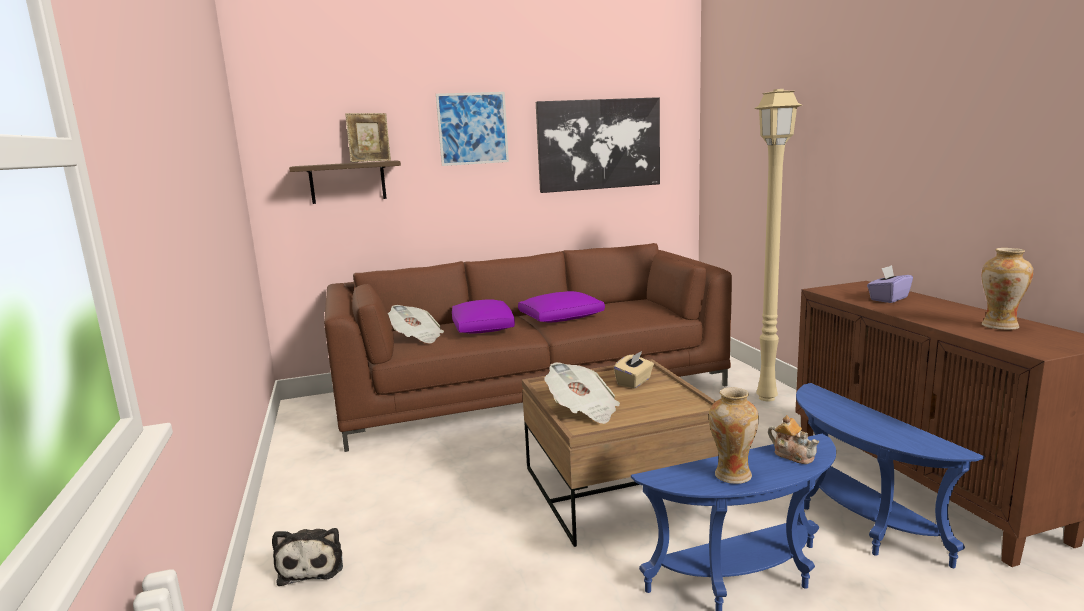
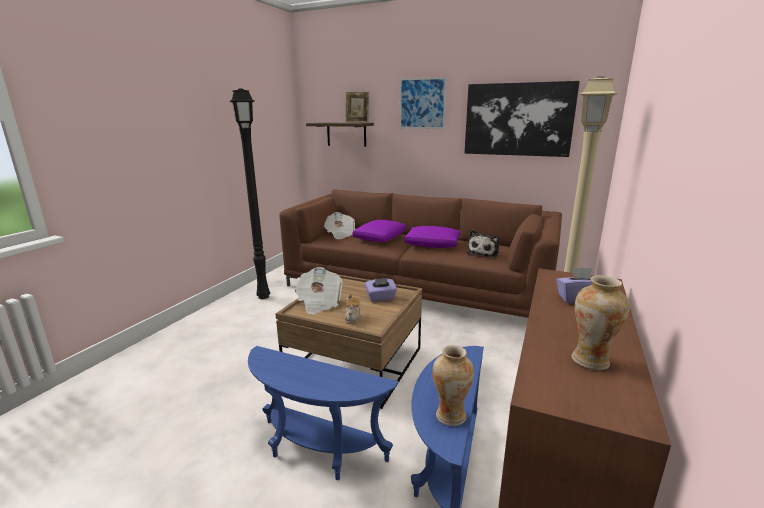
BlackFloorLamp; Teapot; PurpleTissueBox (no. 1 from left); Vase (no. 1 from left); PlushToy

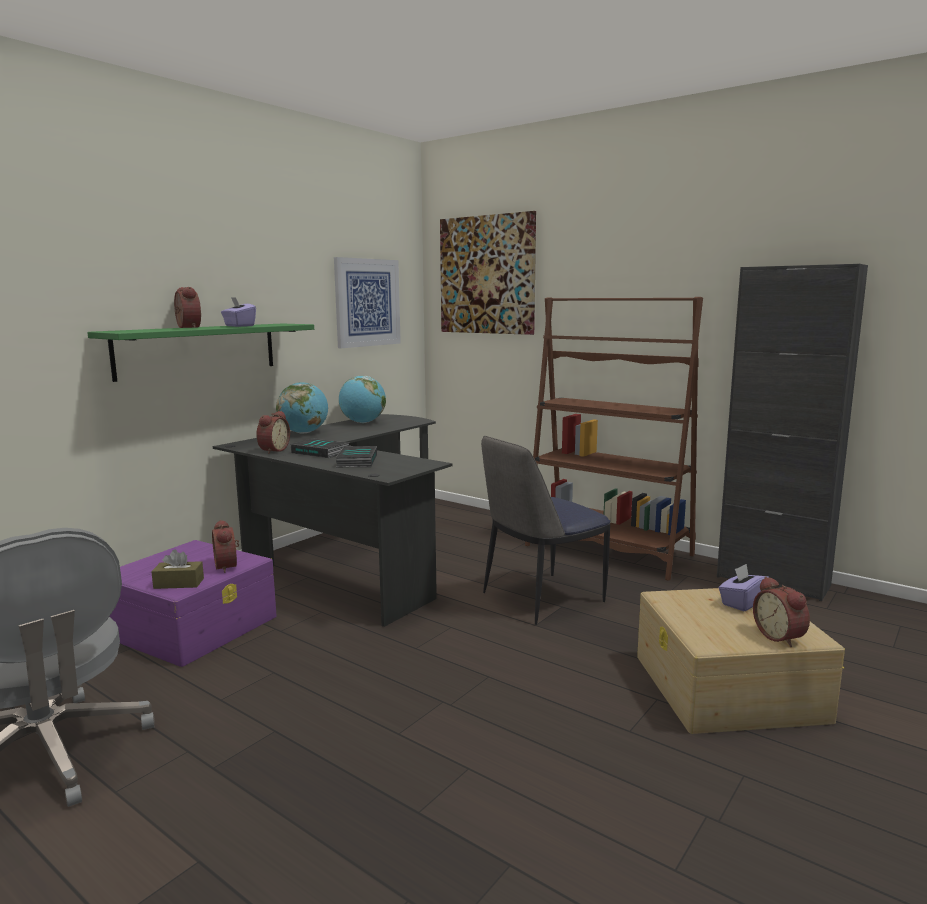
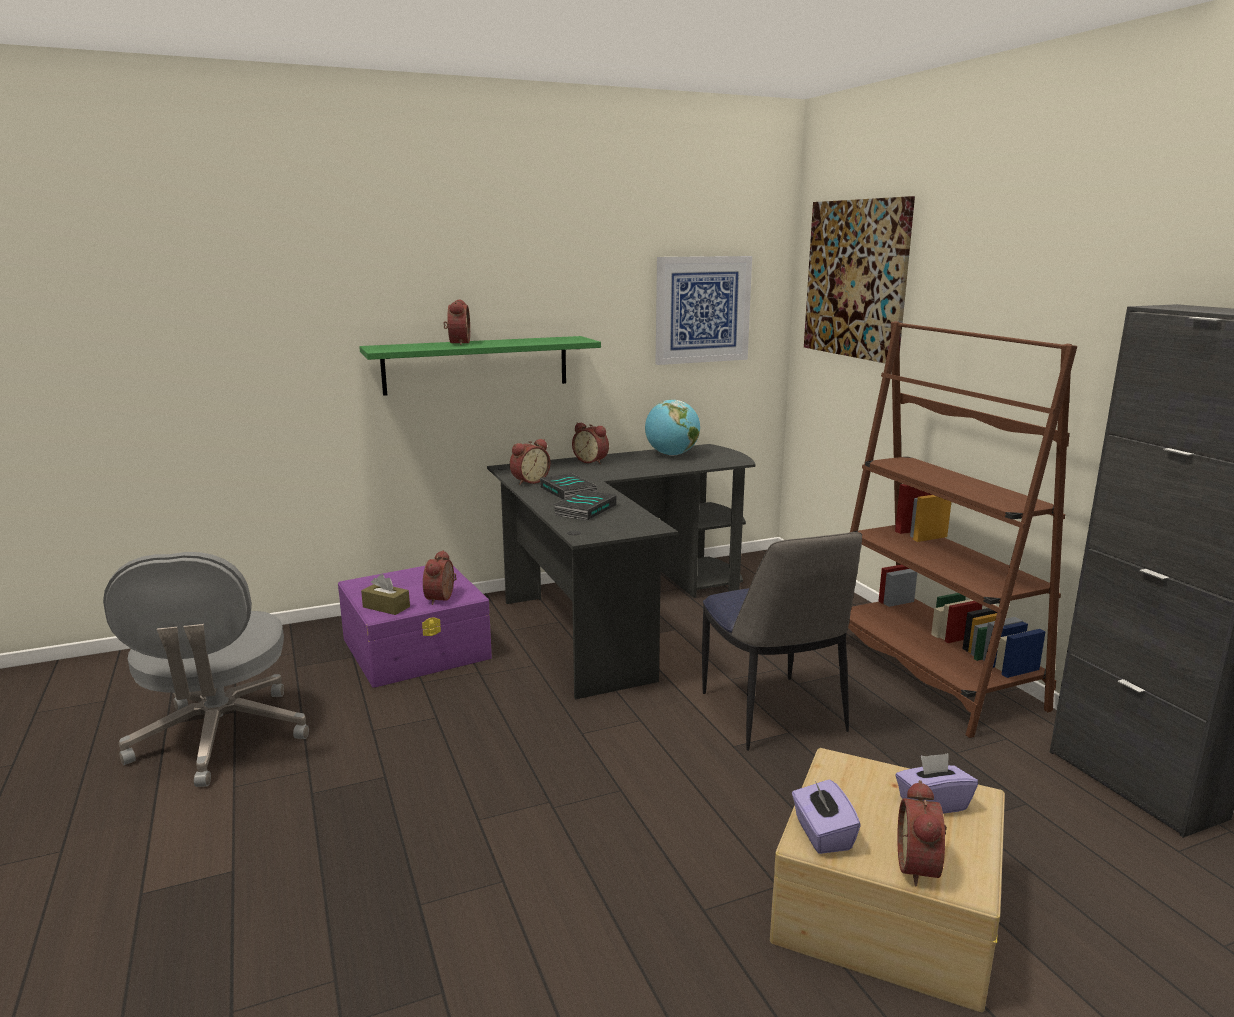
AlarmClock (no. 4 from left); Chair; PurpleTissueBox (no. 1 from left)

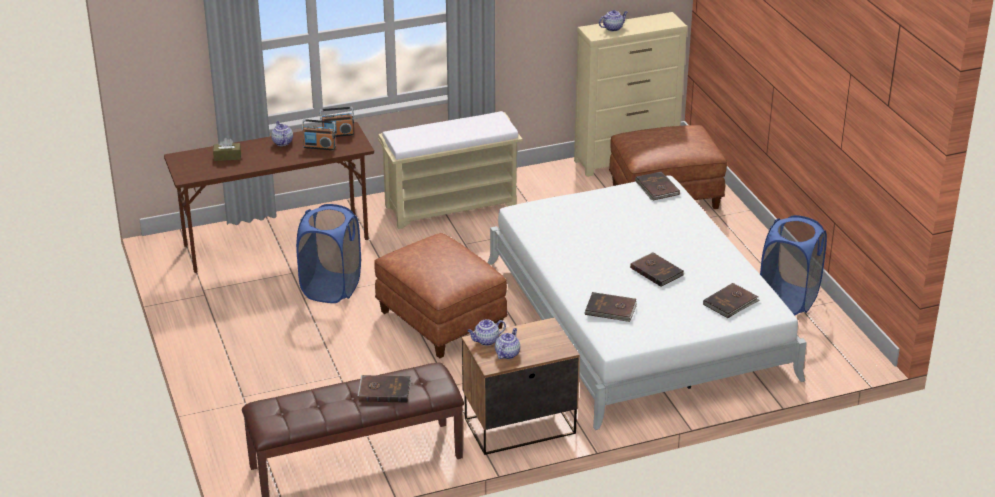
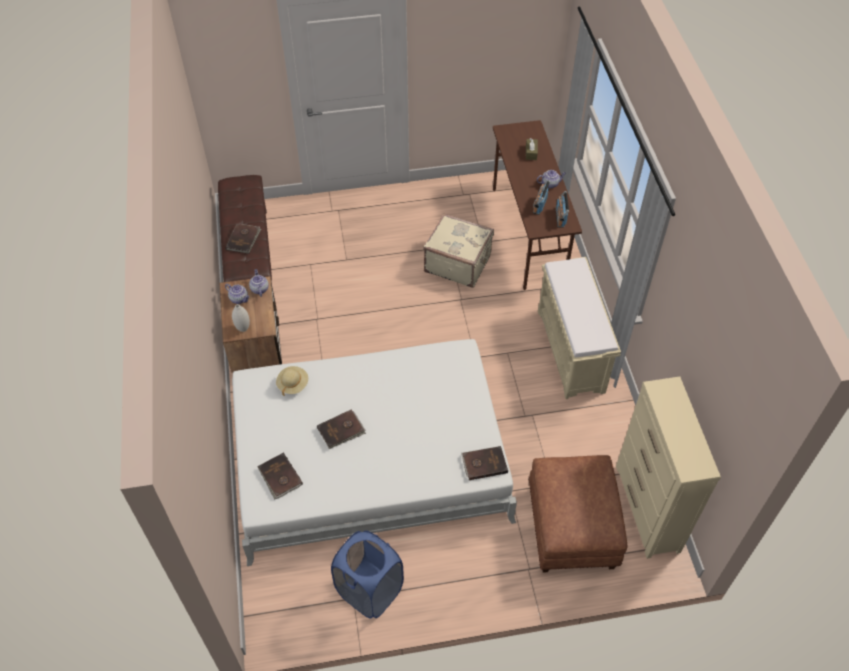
WhiteVase; BeigeHat; BeigeSuitcase; BrownOttoman (no. 1 from left in the first image); Teapot (no. 4 from left in the first image)

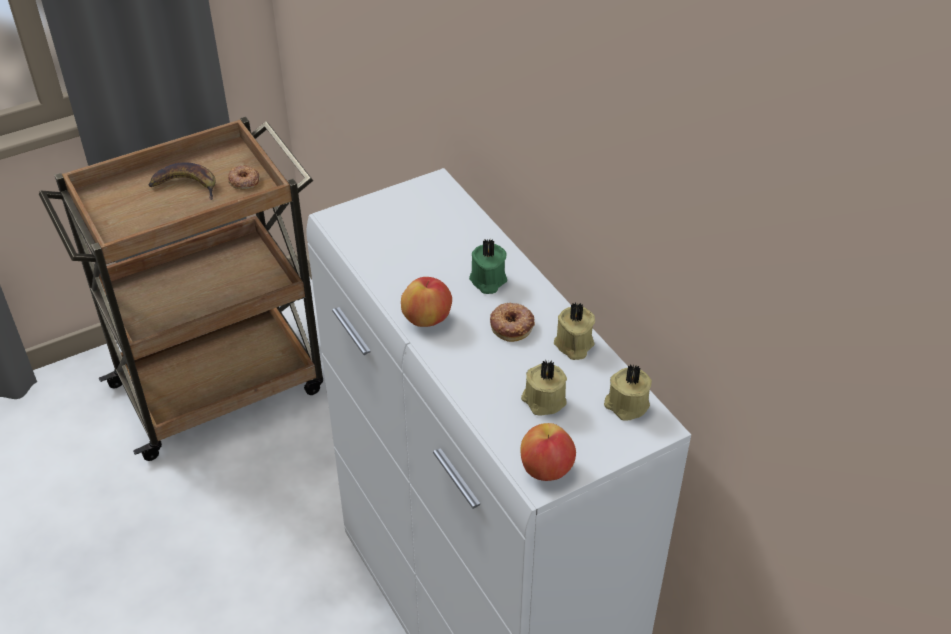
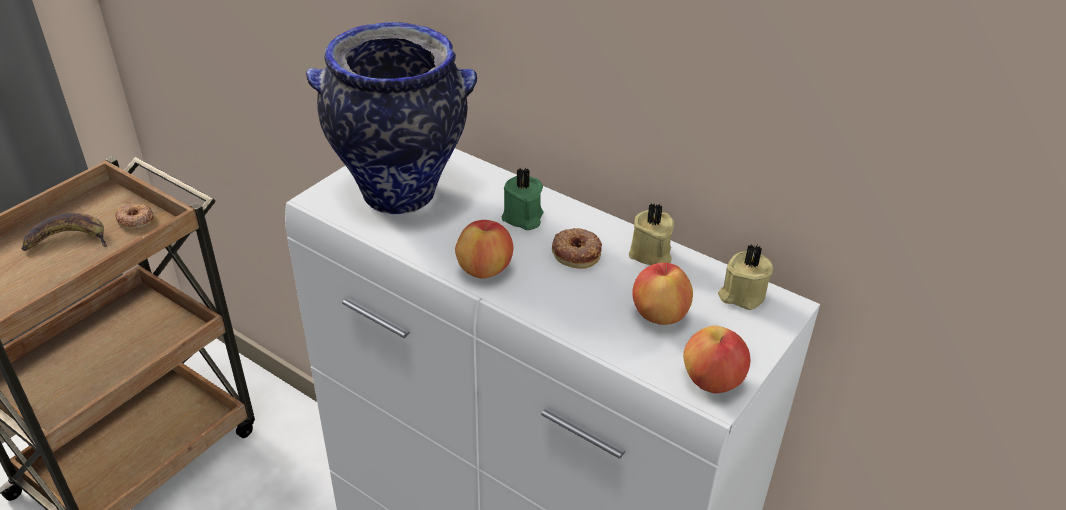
Vase; Apple (no. 2 from left)

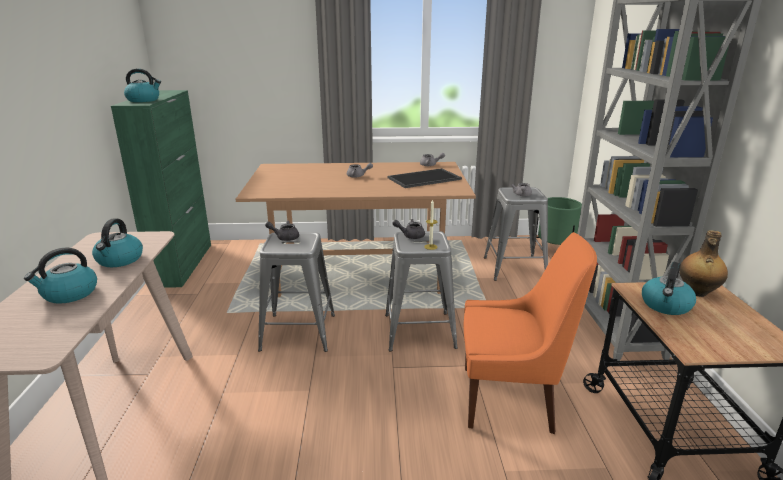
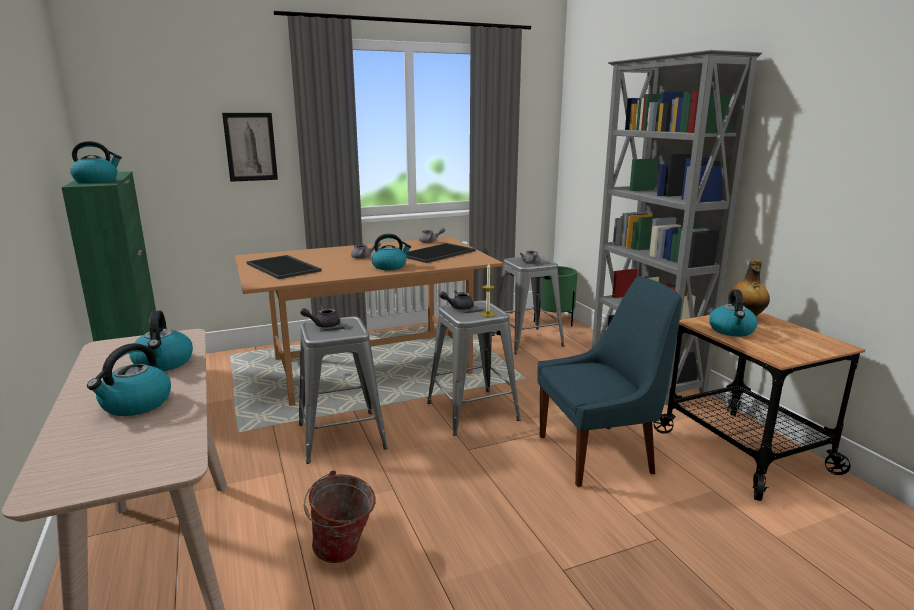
Picture; Tray (no. 1 from left); Bucket; Kettle (no. 4 from left); BlueChair

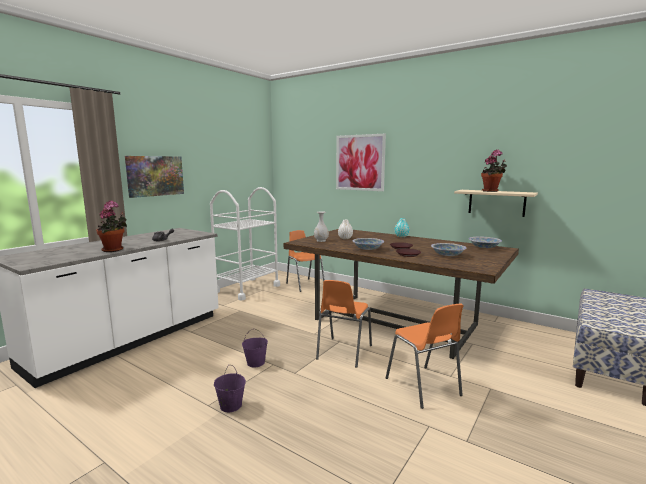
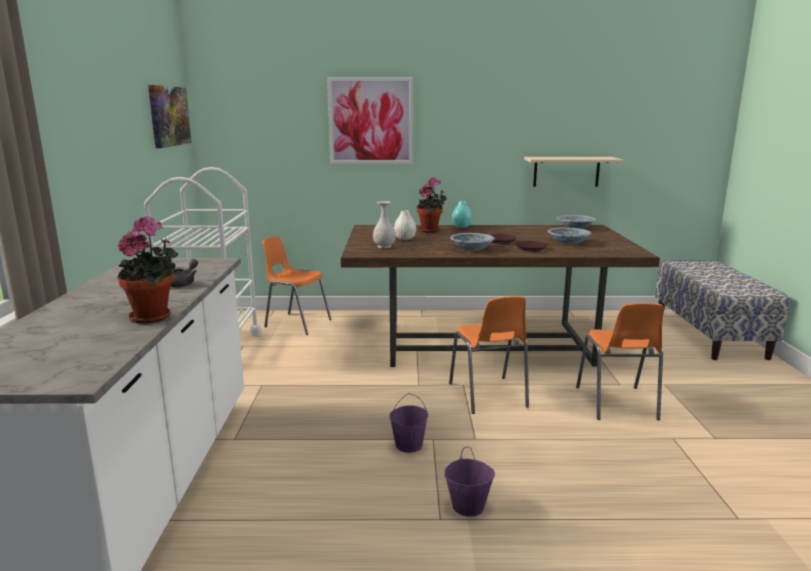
Picture (no. 1 from left); PottedPlant (no. 2 from left); OrangeChair (no. 3 from left)

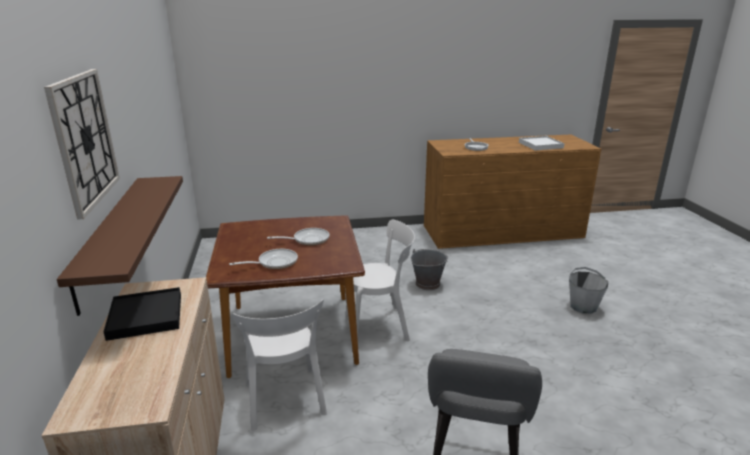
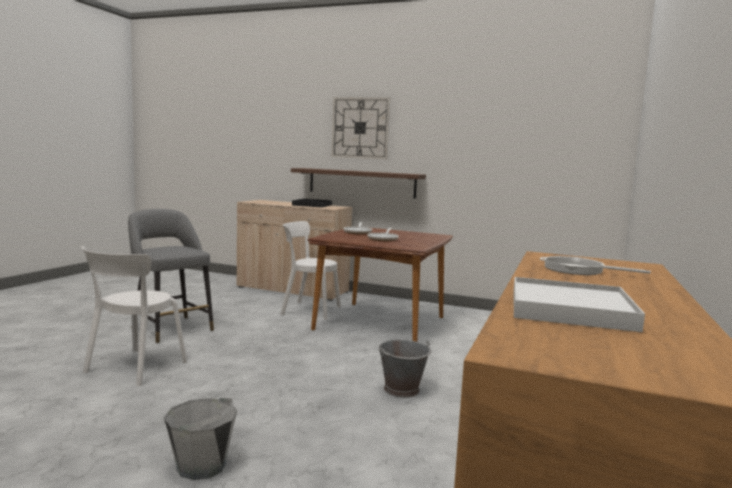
WhiteChair (no. 1 from left)

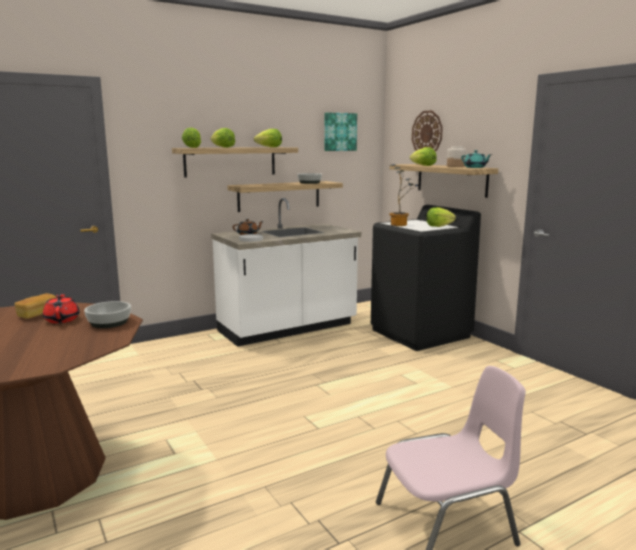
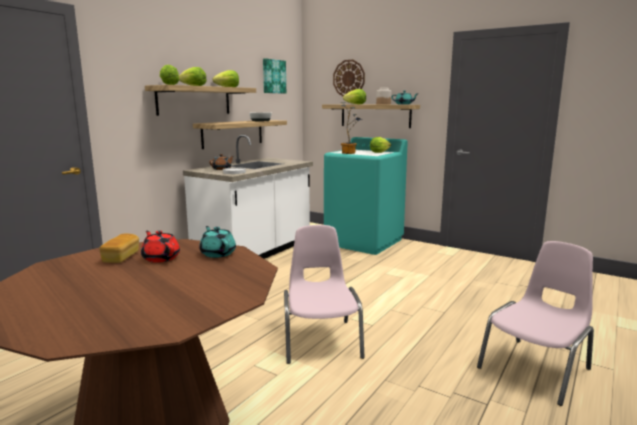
TurquoiseTeapot (no. 1 from left); PinkChair (no. 1 from left); TurquoiseWashingMachine

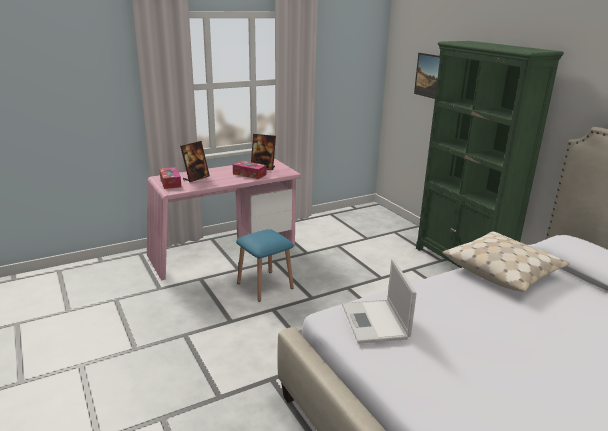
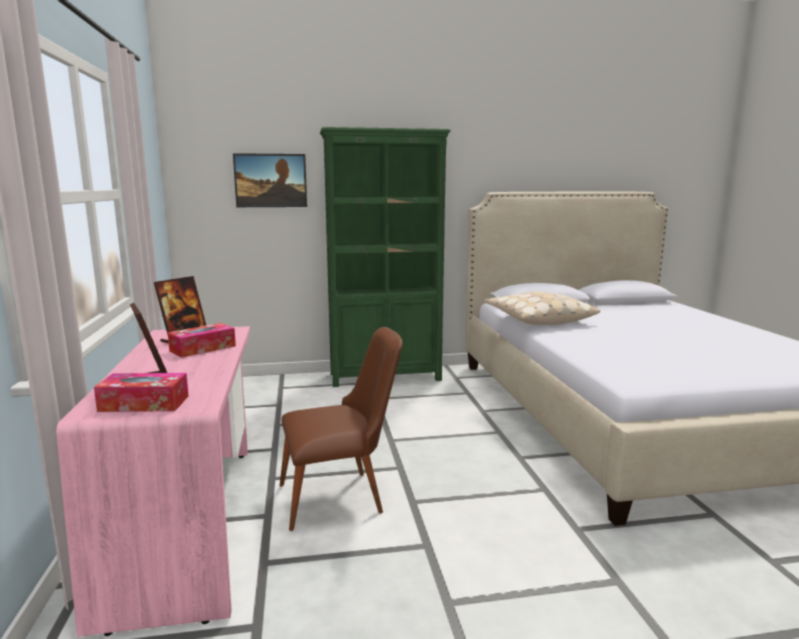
BrownChair; Laptop

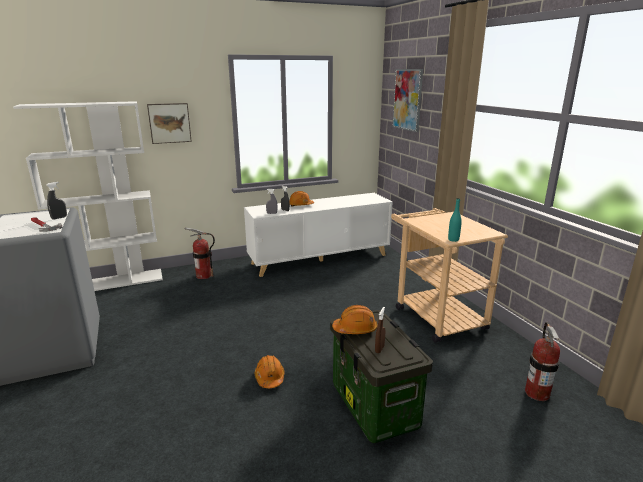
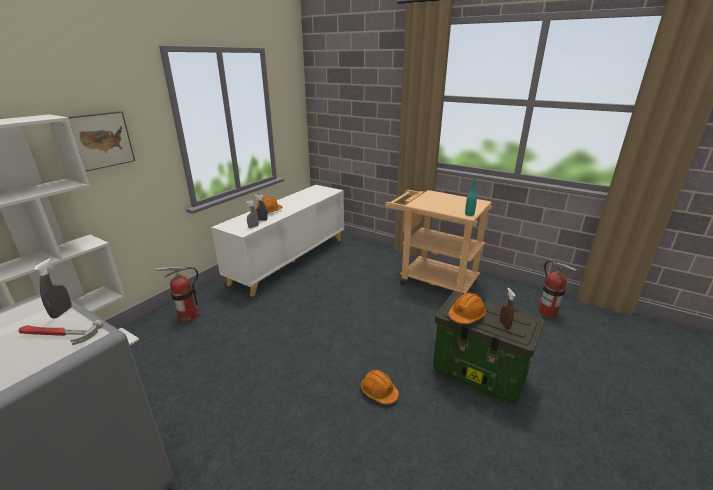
Picture (no. 2 from left in the first image)

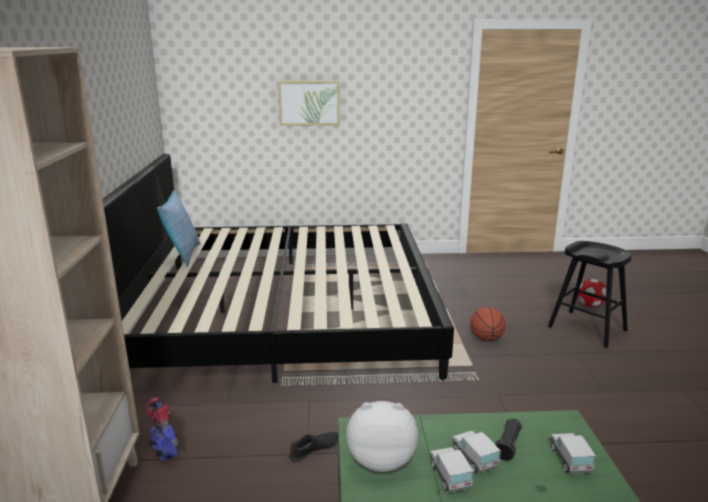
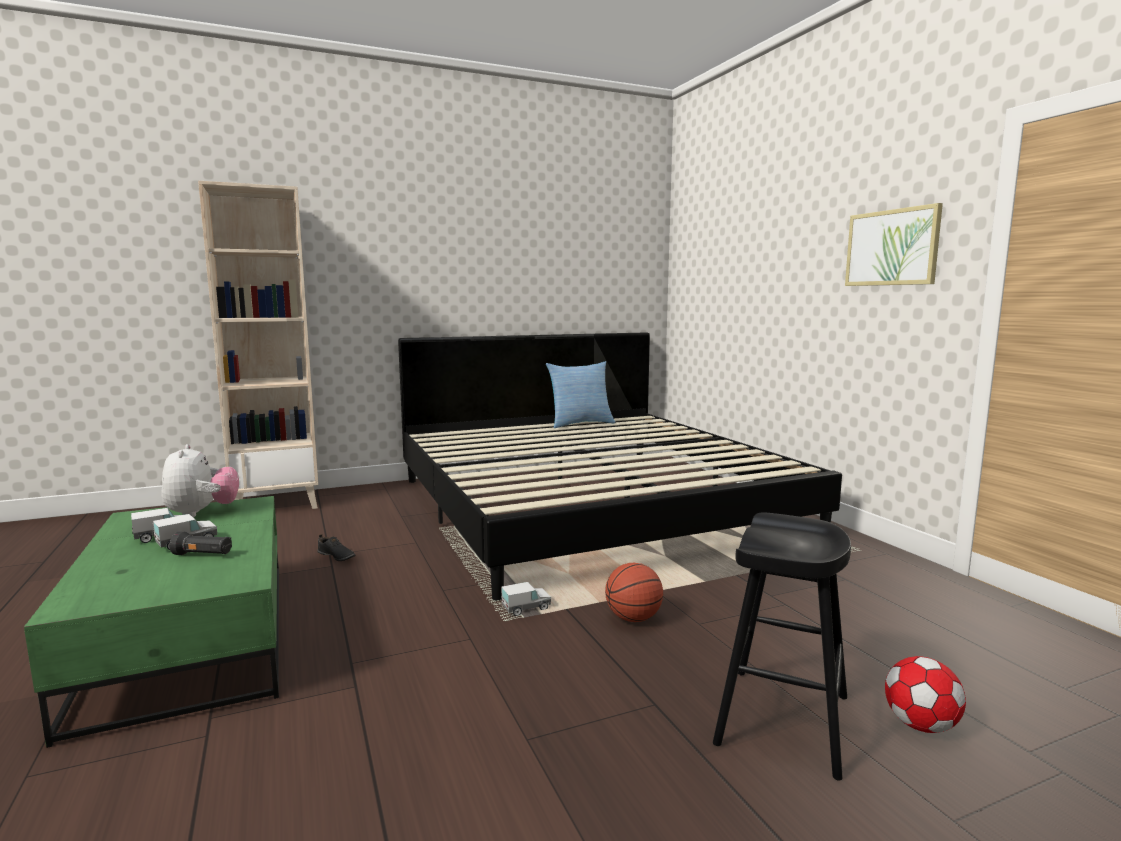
ToyTruck (no. 3 from left); Picture; ToyRobot

